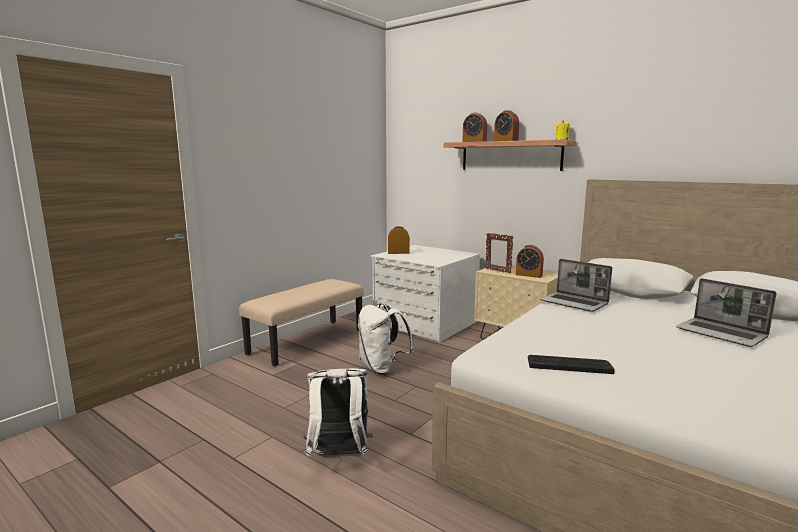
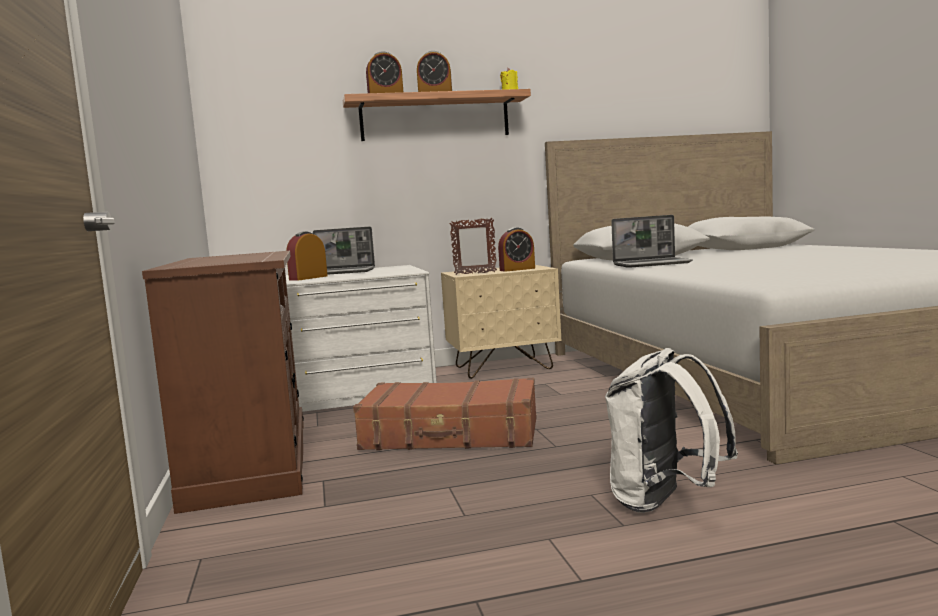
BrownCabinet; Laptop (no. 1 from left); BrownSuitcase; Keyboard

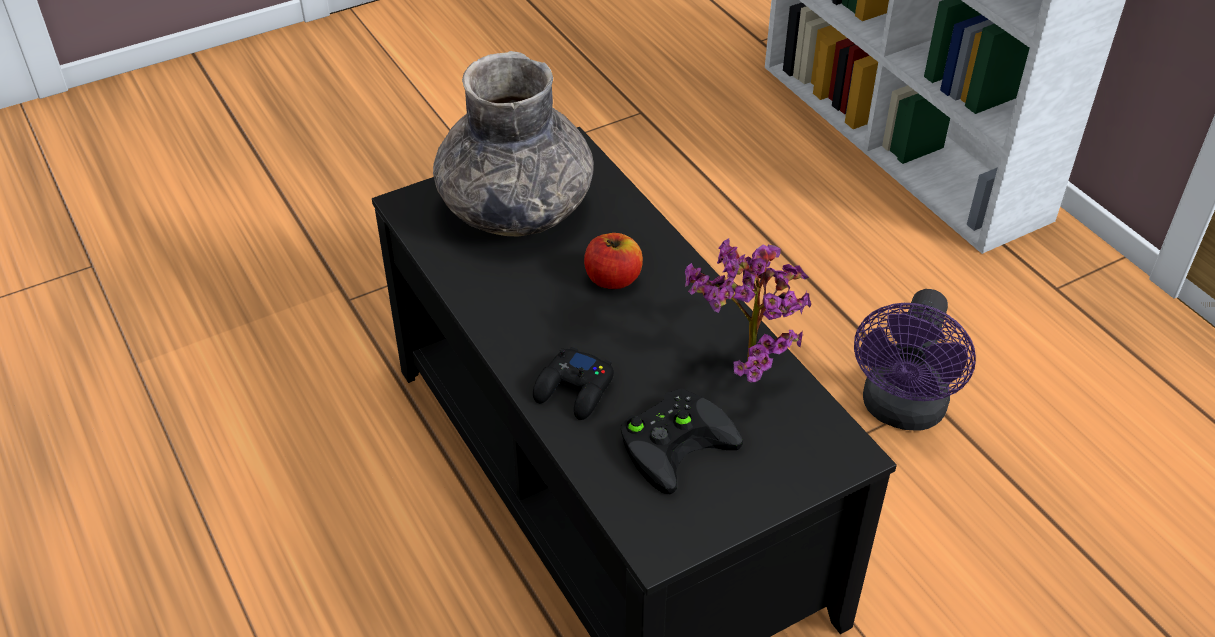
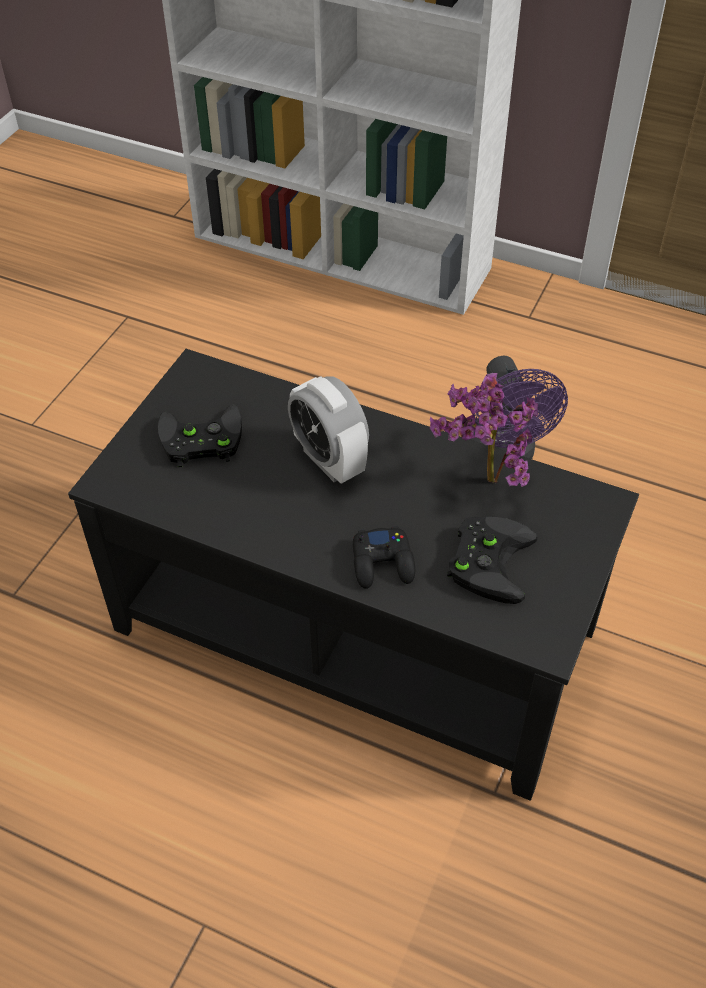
BlackGameController (no. 1 from left); AlarmClock

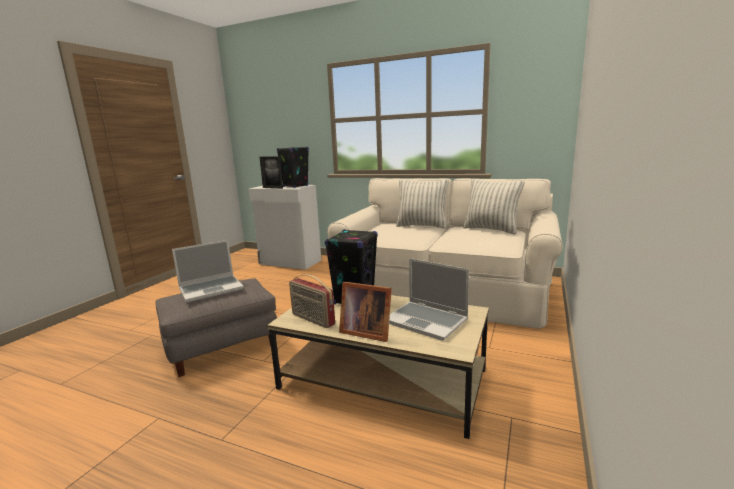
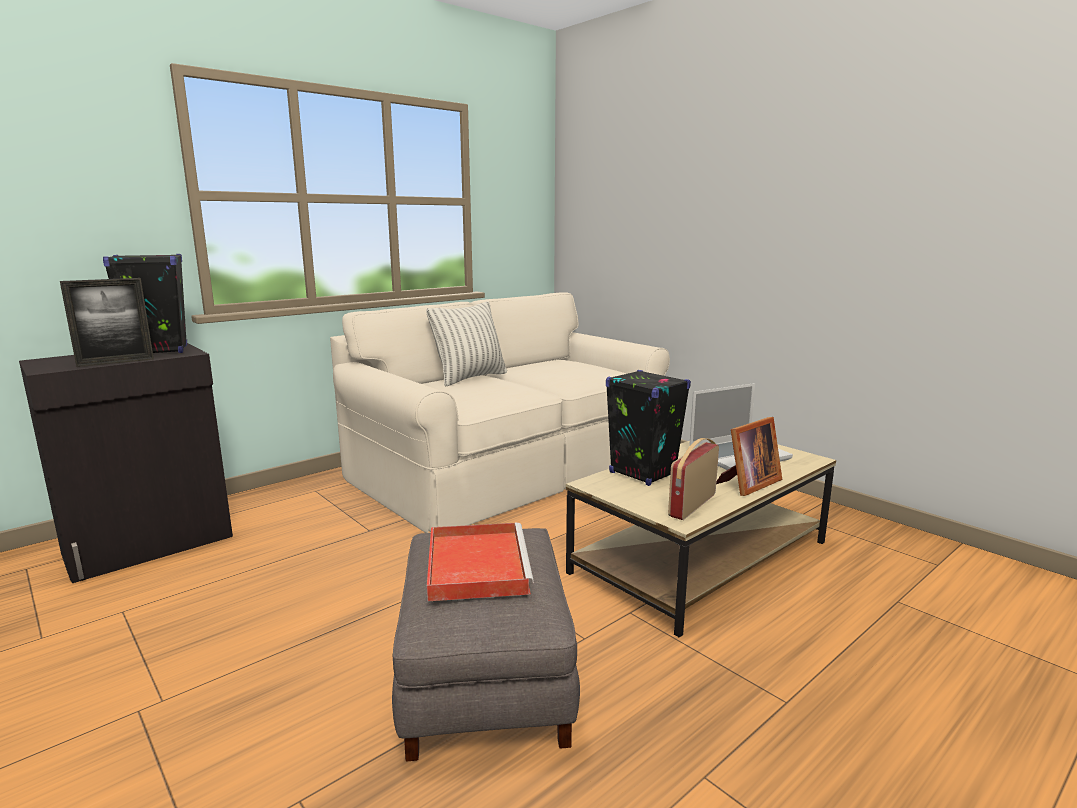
BlackCabinet; RedTray; Radio; Pillow (no. 2 from left in the first image)

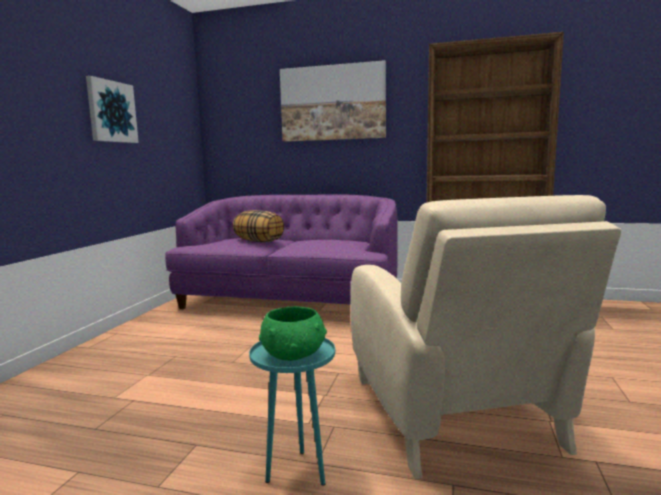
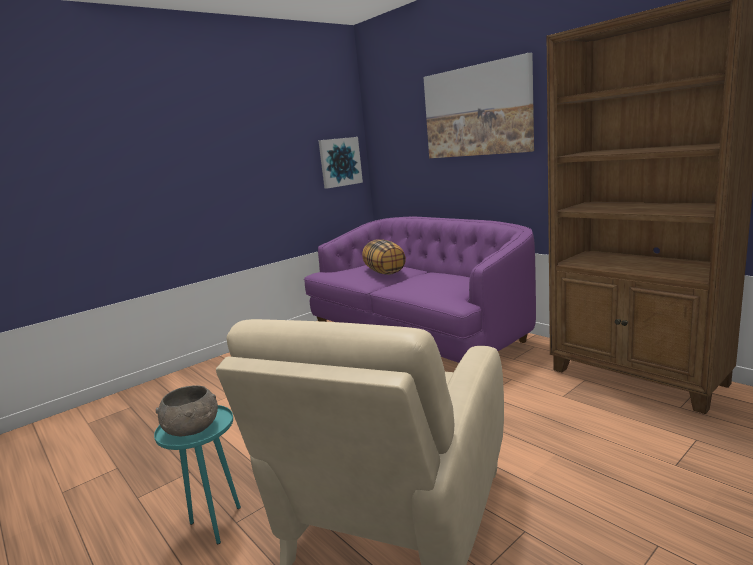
GreyBowl; Picture (no. 1 from left)

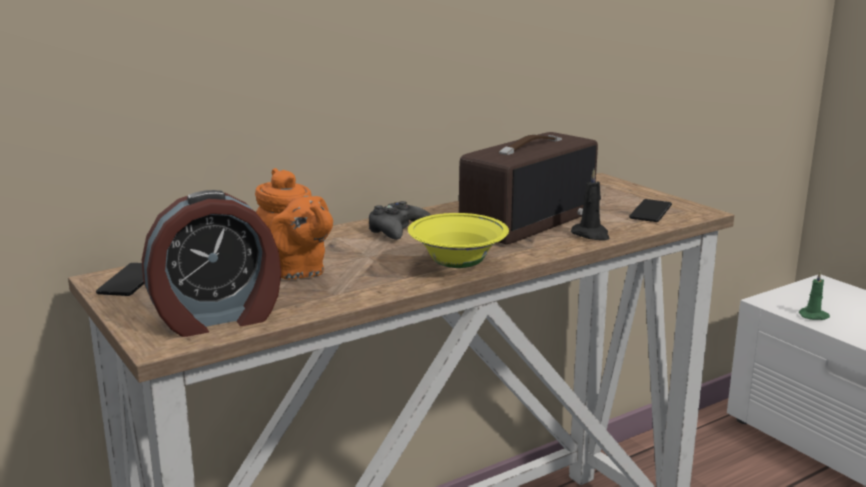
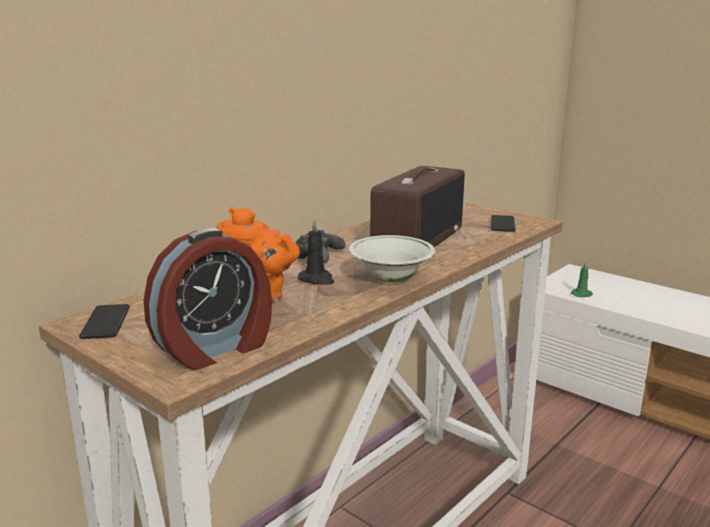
BlackCandle; WhiteBowl

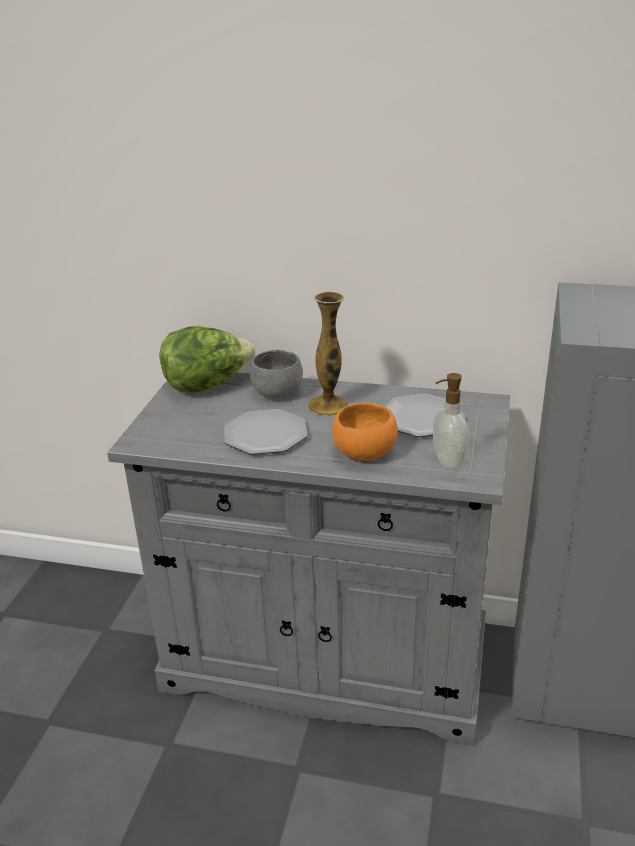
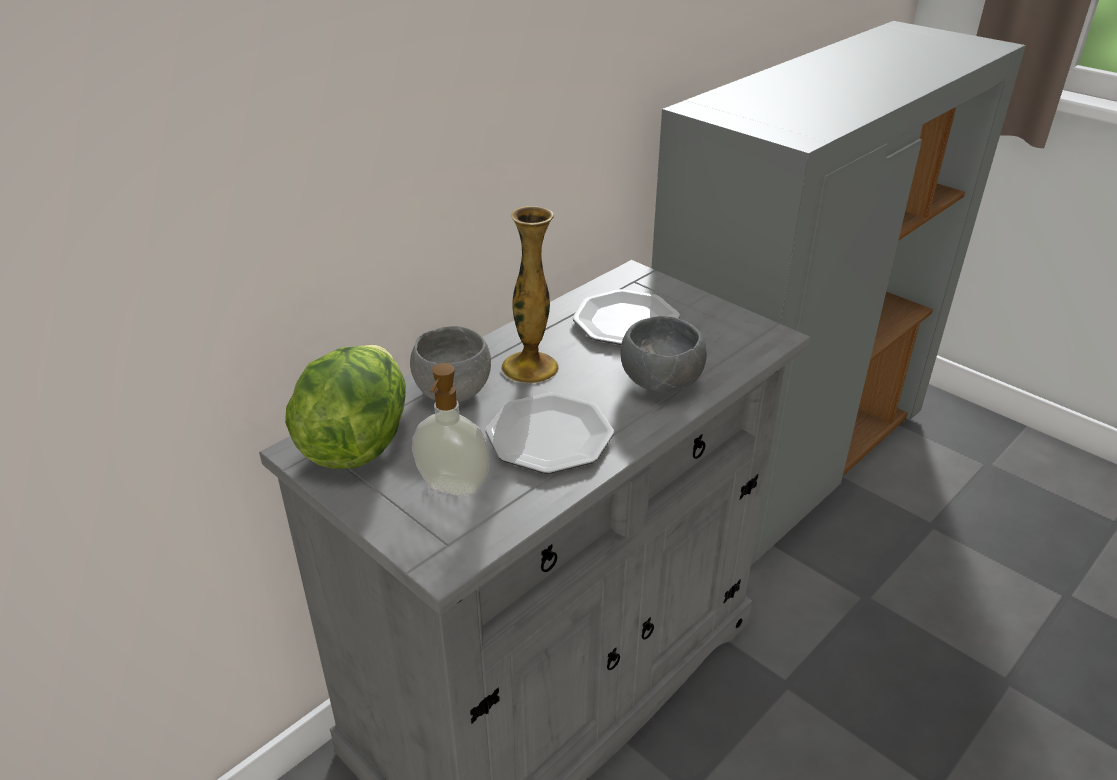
SoapDispenser; GreyBowl (no. 2 from left)

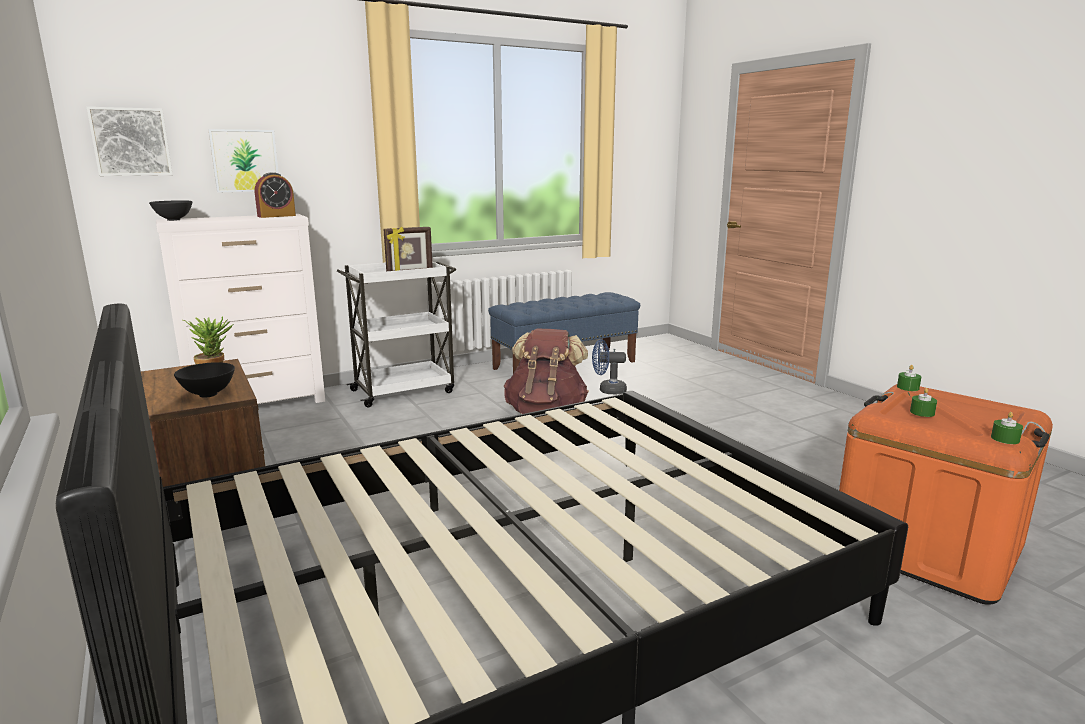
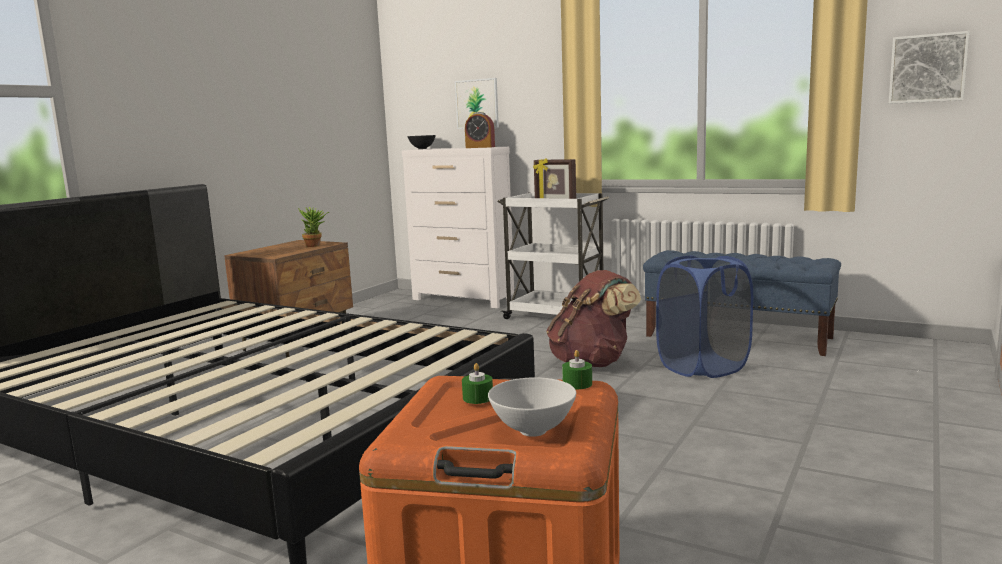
WhiteBowl; BlueLaundryBasket; Picture (no. 2 from left); BlackBowl (no. 2 from left in the first image); GreenCandle (no. 3 from left in the first image)

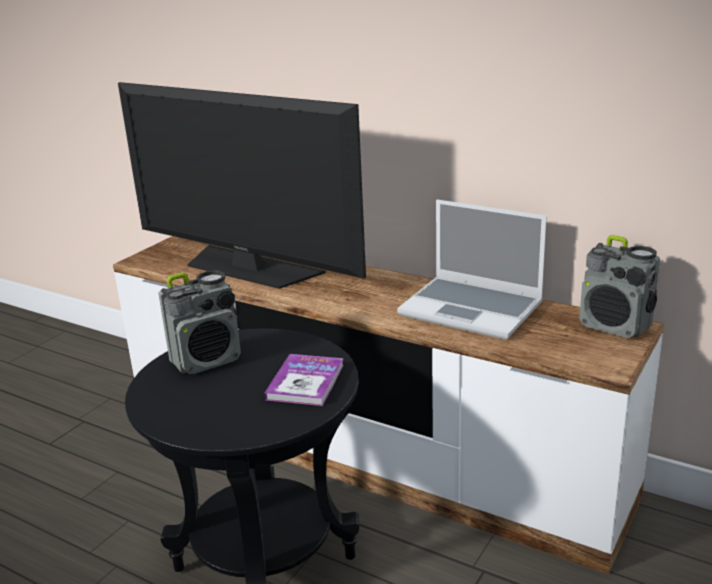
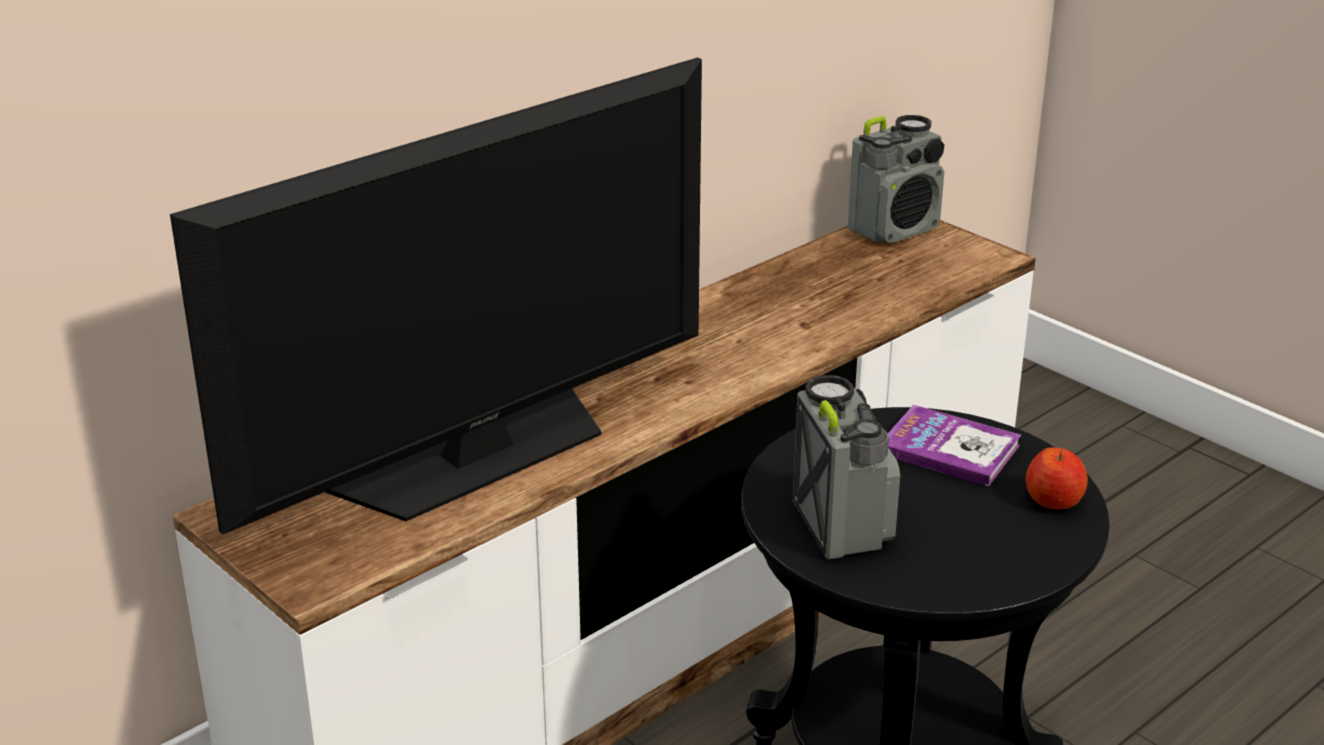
Apple; Laptop

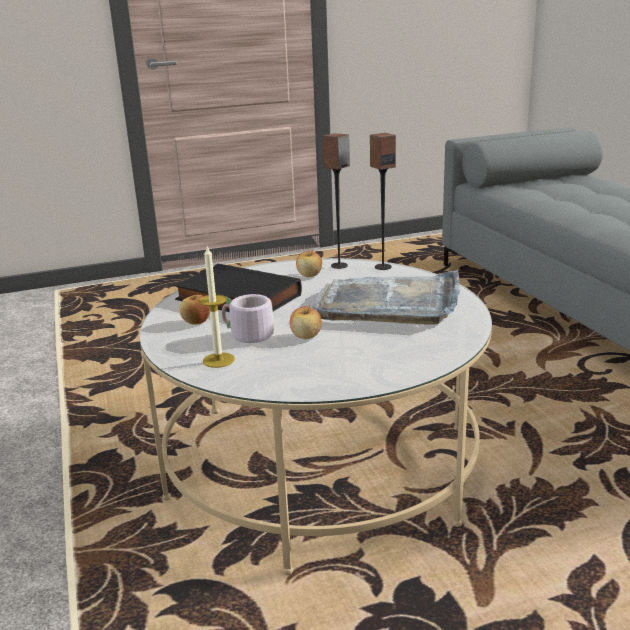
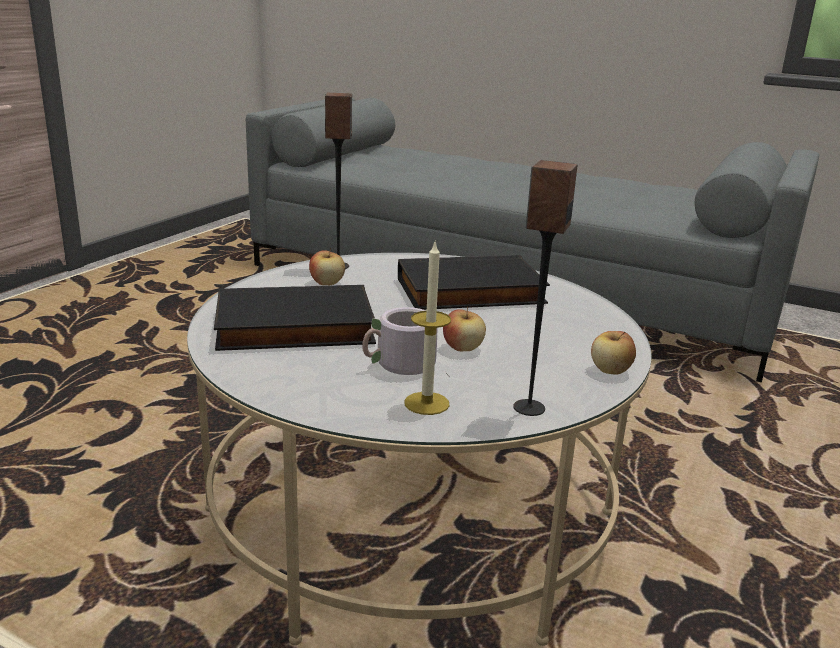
BlackBook (no. 2 from left); Speaker (no. 2 from left); Apple (no. 3 from left)

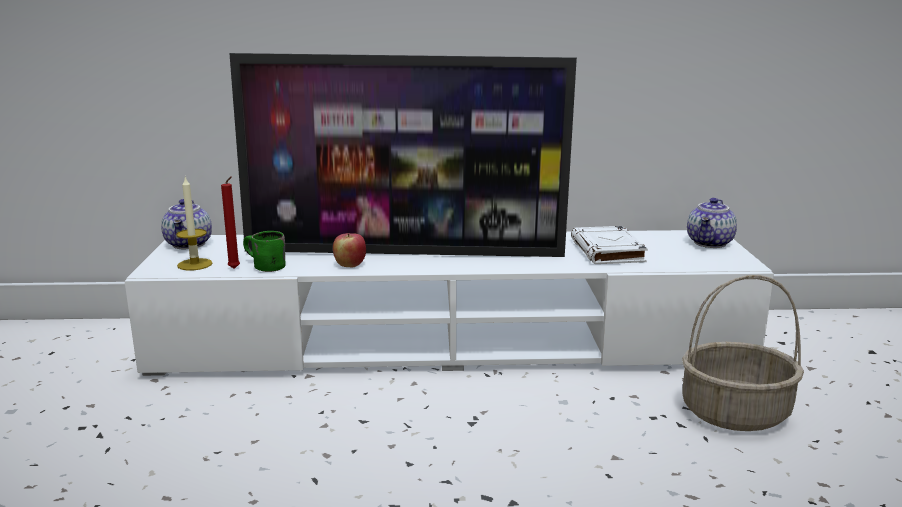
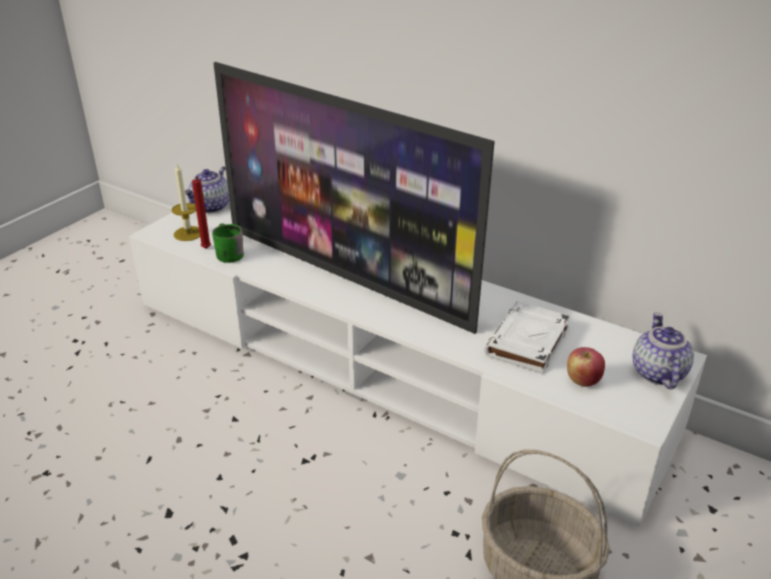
Apple; Teapot (no. 2 from left)

